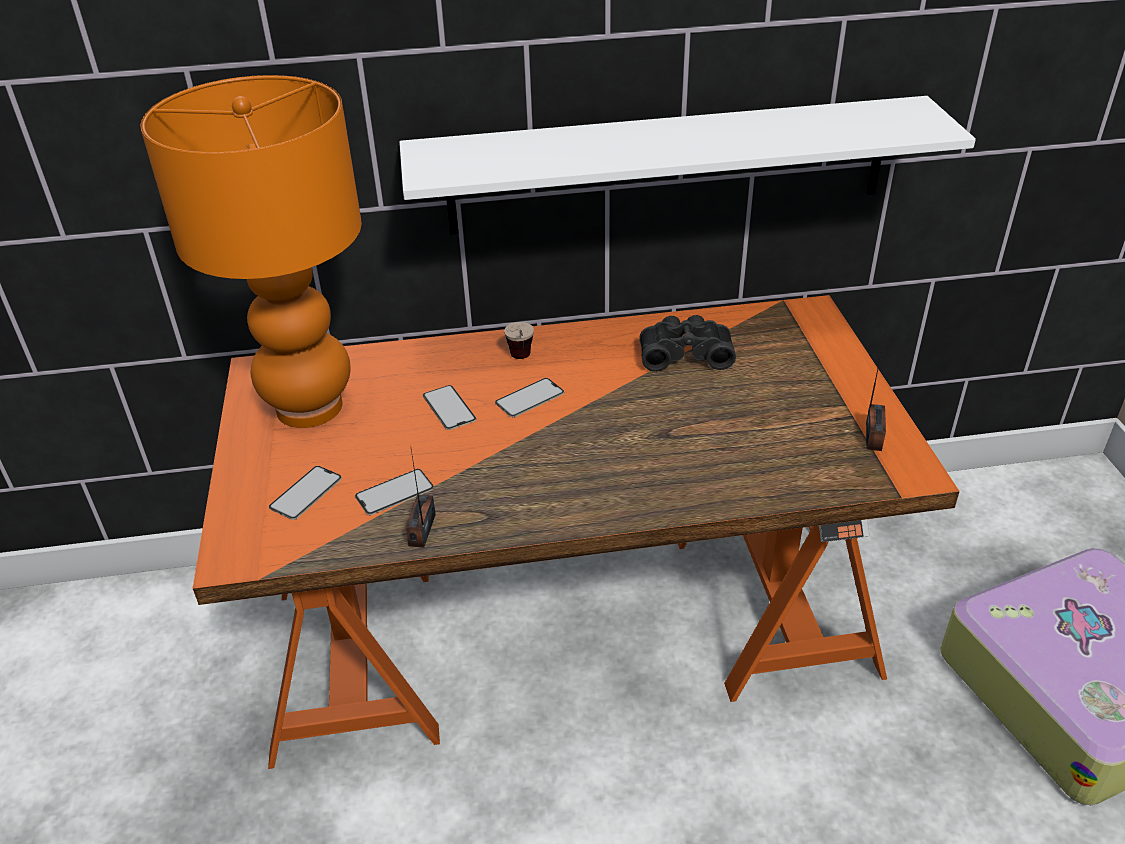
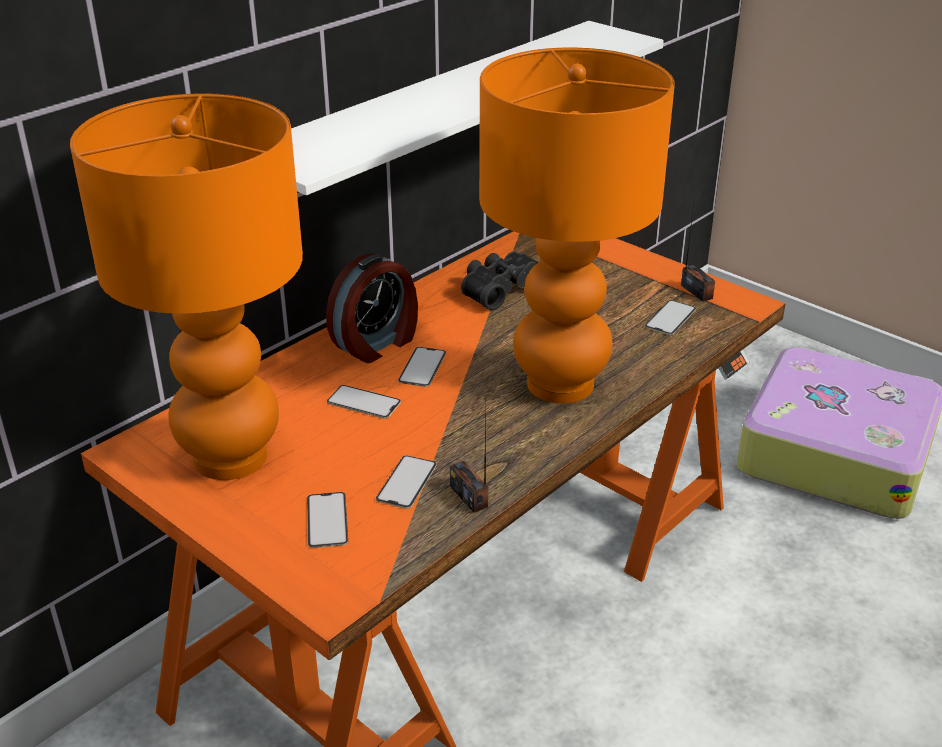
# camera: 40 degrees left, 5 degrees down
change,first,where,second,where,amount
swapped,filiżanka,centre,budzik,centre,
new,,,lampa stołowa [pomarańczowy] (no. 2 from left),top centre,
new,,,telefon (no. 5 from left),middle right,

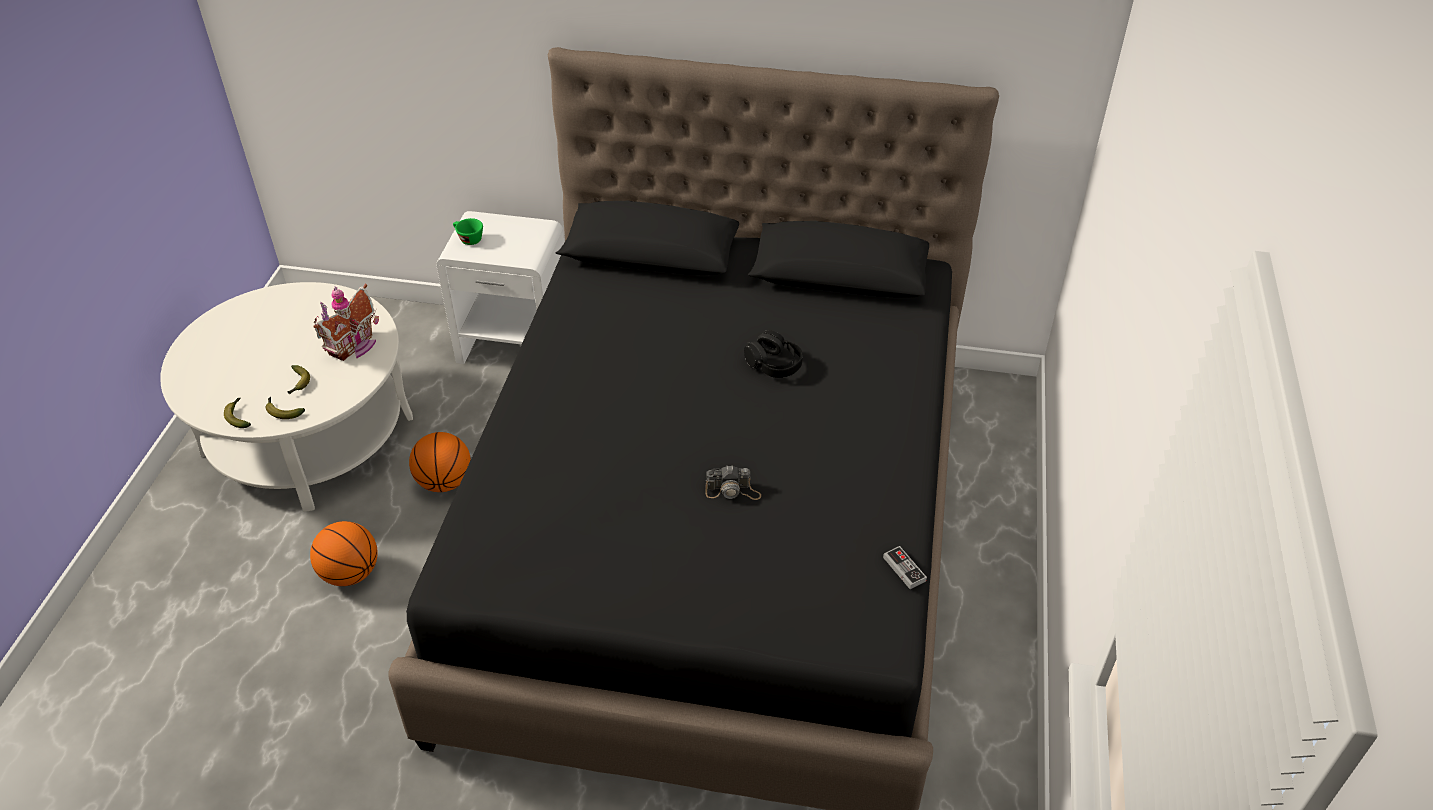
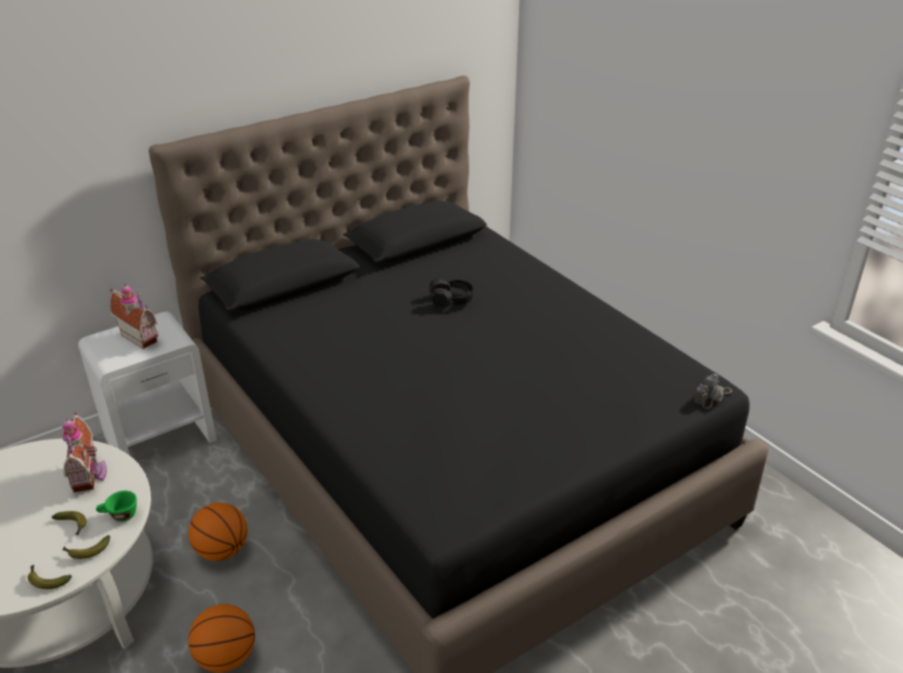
# camera: 45 degrees left, 10 degrees down
change,first,where,second,where,amount
shifted,filiżanka [zielony],top left,,bottom left,
new,,,domek (no. 2 from left),middle left,
shifted,aparat fotograficzny,centre,,middle right,
gone,pad do gier,bottom centre,,,

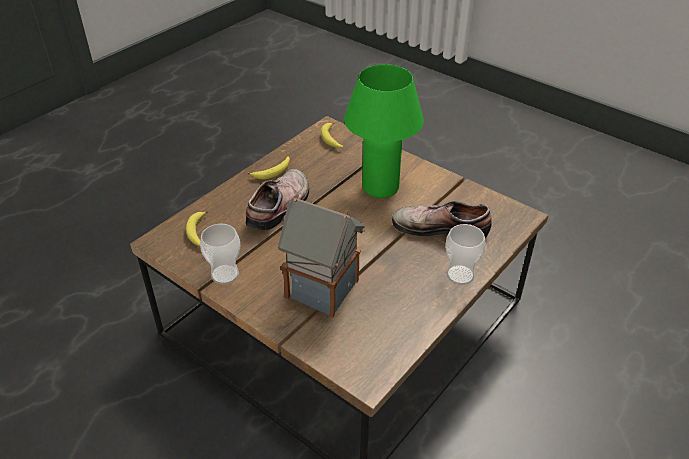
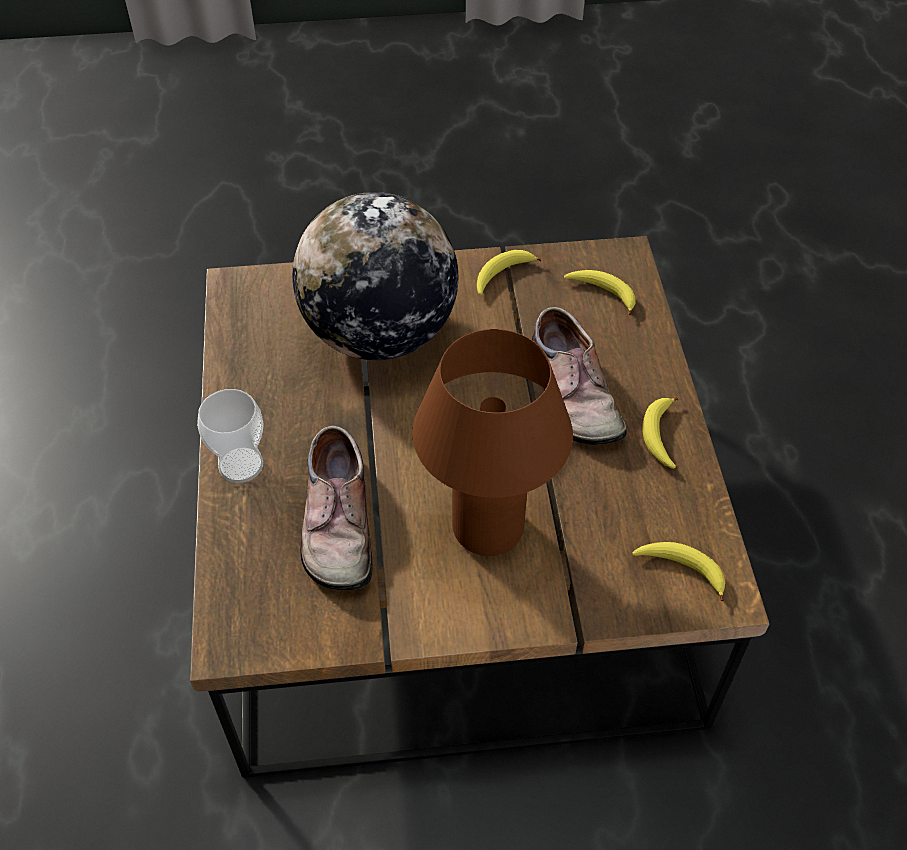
# camera: 135 degrees right, 10 degrees up
change,first,where,second,where,amount
swapped,domek,centre,globus,top centre,
rotated,but (no. 2 from left in the first image),centre,but (no. 1 from left),centre,120 degrees clockwise
repainted,lampa stołowa [zielony],top centre,lampa stołowa [brązowy],centre,
swapped,filiżanka (no. 1 from left),middle left,banan (no. 1 from left),top centre,

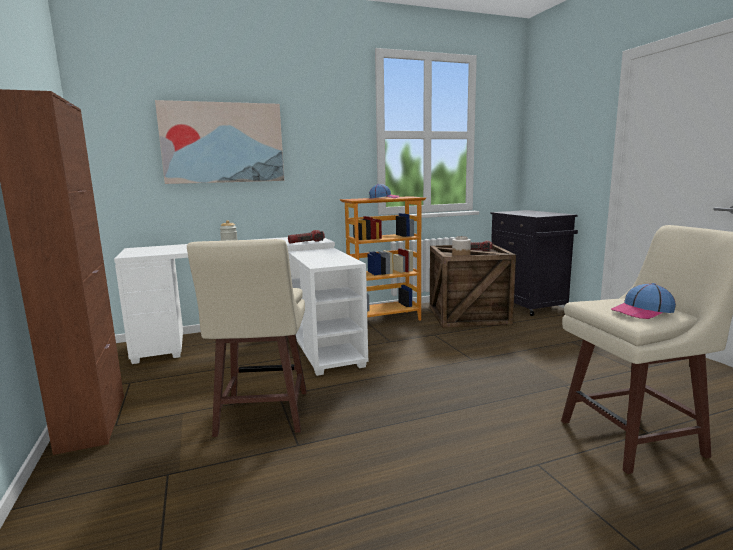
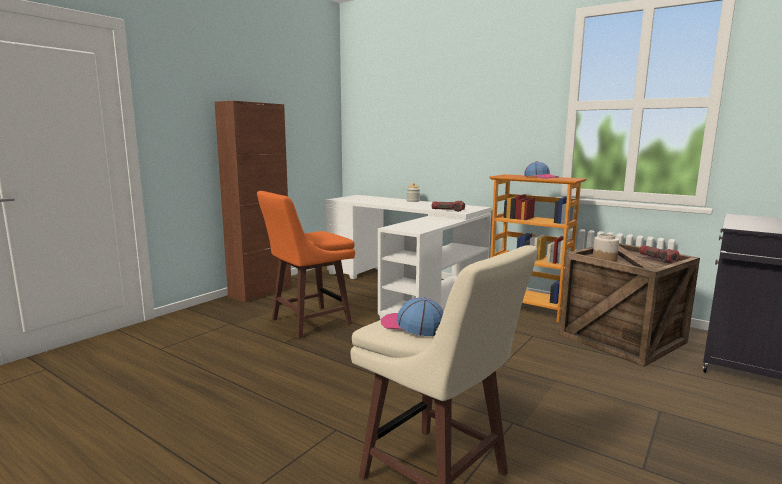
# camera: 55 degrees right, 0 degrees up
change,first,where,second,where,amount
repainted,stołek [beżowy] (no. 1 from left),centre,stołek [pomarańczowy],centre,
gone,obraz,top left,,,

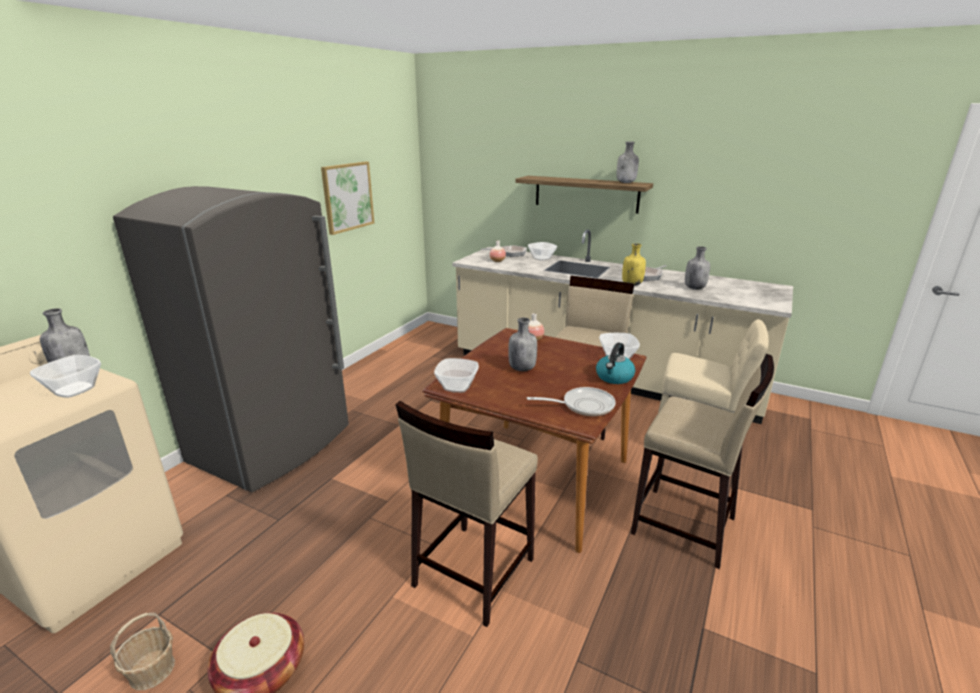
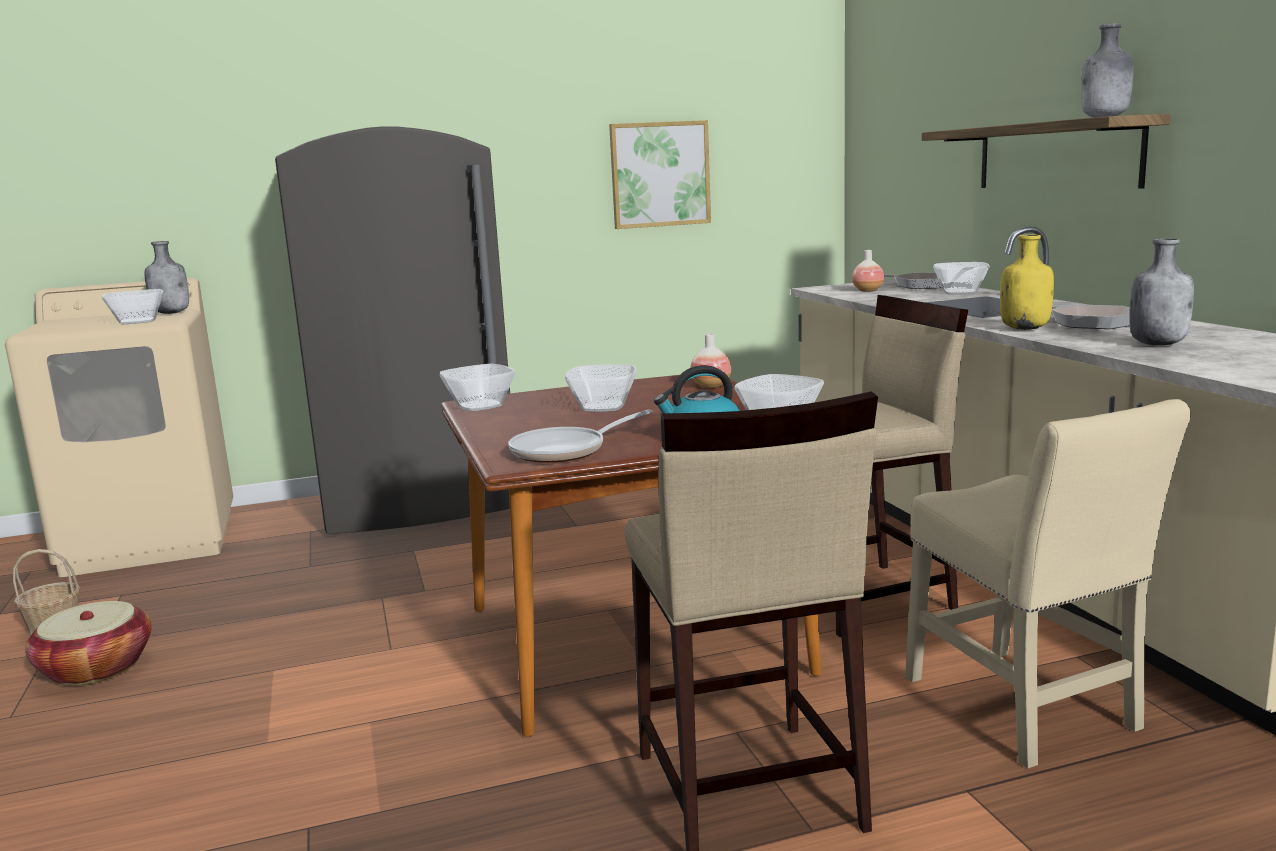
# camera: 45 degrees right, 10 degrees down
change,first,where,second,where,amount
rotated,patelnia (no. 2 from left in the first image),centre,patelnia (no. 1 from left),centre,105 degrees clockwise
swapped,butelka [szary] (no. 2 from left),centre,miska (no. 3 from left),centre,
gone,stołek [beżowy] (no. 1 from left),bottom centre,,,

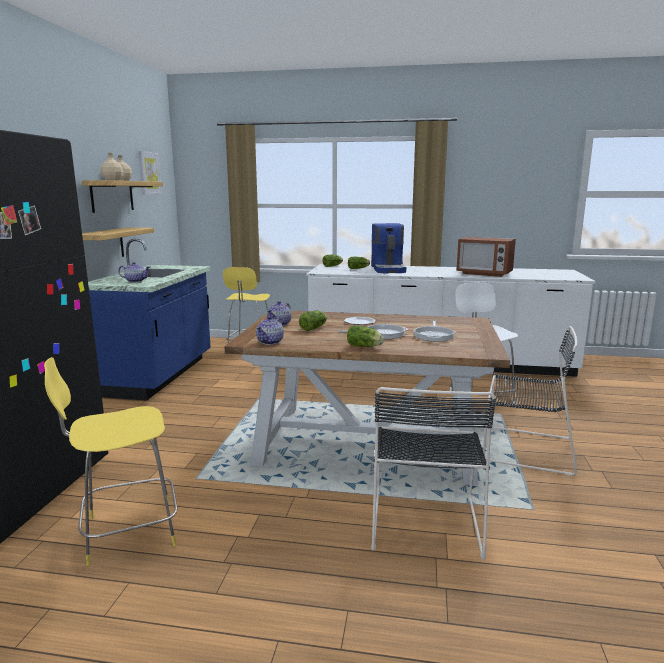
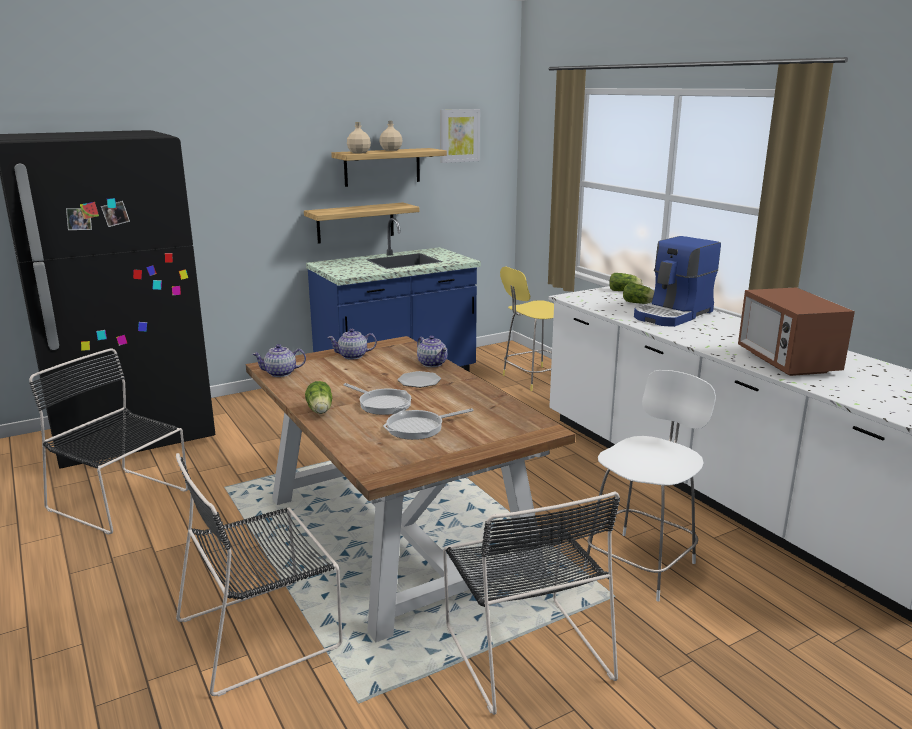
# camera: 50 degrees right, 5 degrees up
change,first,where,second,where,amount
swapped,stołek [żółty] (no. 1 from left),bottom left,krzesło [czarny] (no. 1 from left),middle left,
shifted,imbryk (no. 1 from left in the first image),middle left,imbryk (no. 3 from left),centre,
gone,sałata (no. 1 from left),centre,,,

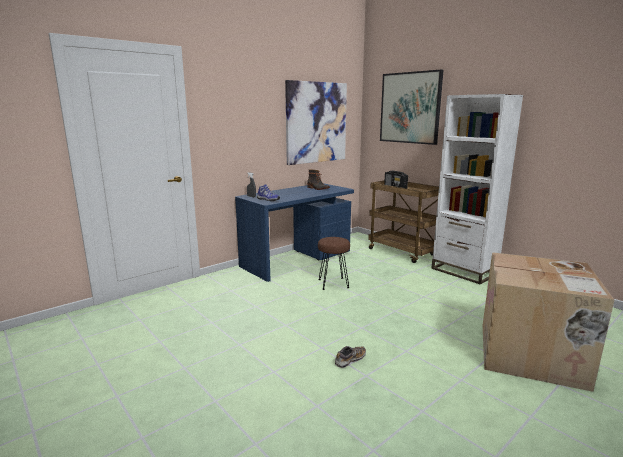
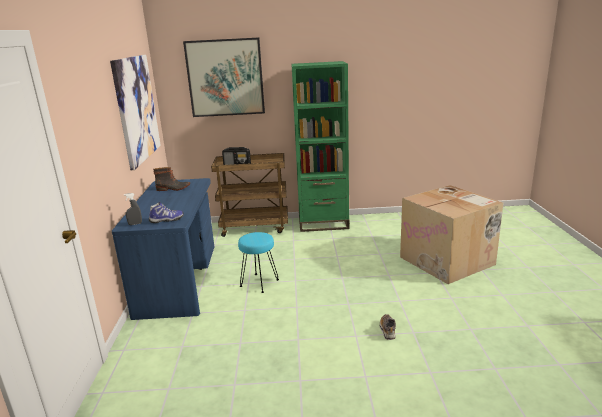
# camera: 50 degrees left, 5 degrees up
change,first,where,second,where,amount
repainted,stołek [brązowy],centre,stołek [turkusowy],centre,
repainted,regał [biały],middle right,regał [zielony],centre,

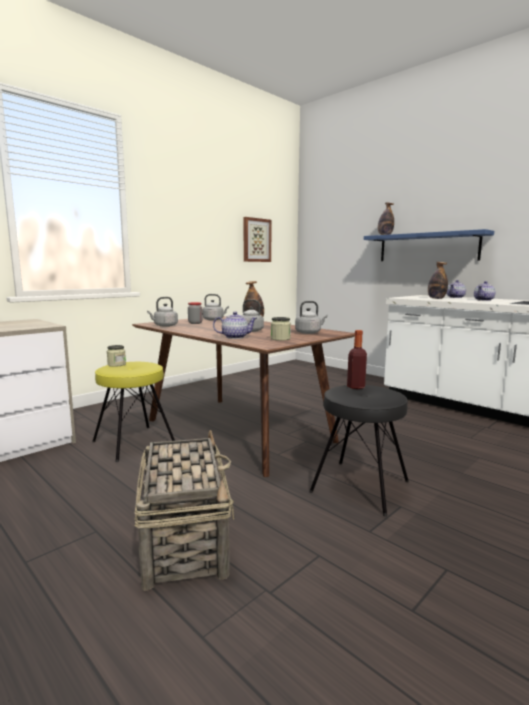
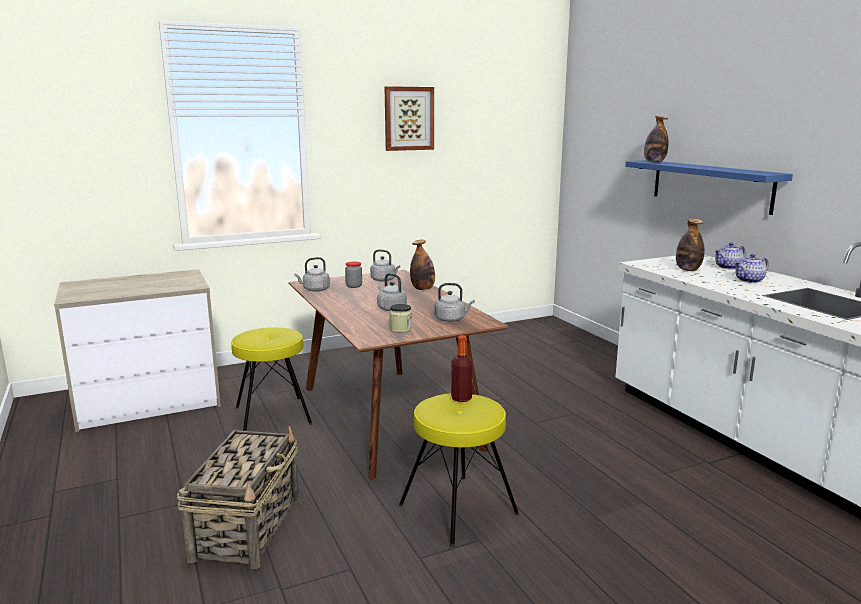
# camera: 20 degrees right, 5 degrees up
change,first,where,second,where,amount
shifted,obraz,centre,,top centre,
repainted,stołek [czarny],middle right,stołek [żółty] (no. 2 from left),bottom centre,
gone,słoik (no. 1 from left),middle left,,,
gone,imbryk (no. 1 from left),centre,,,

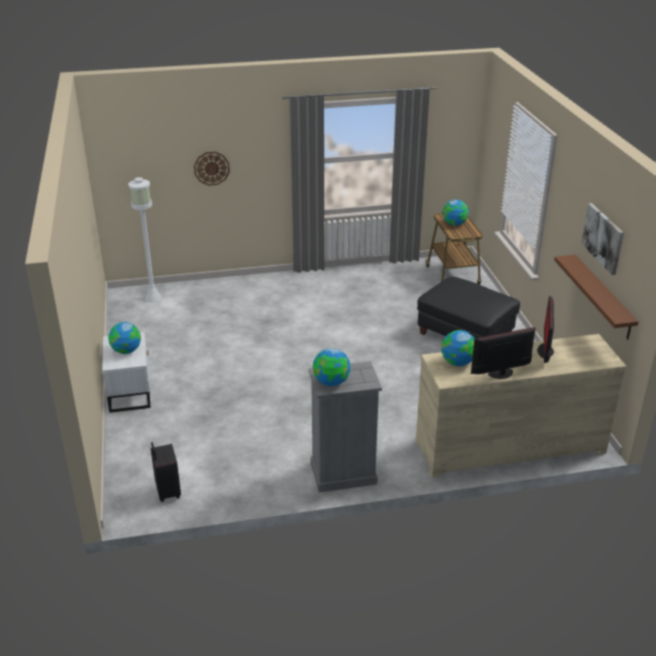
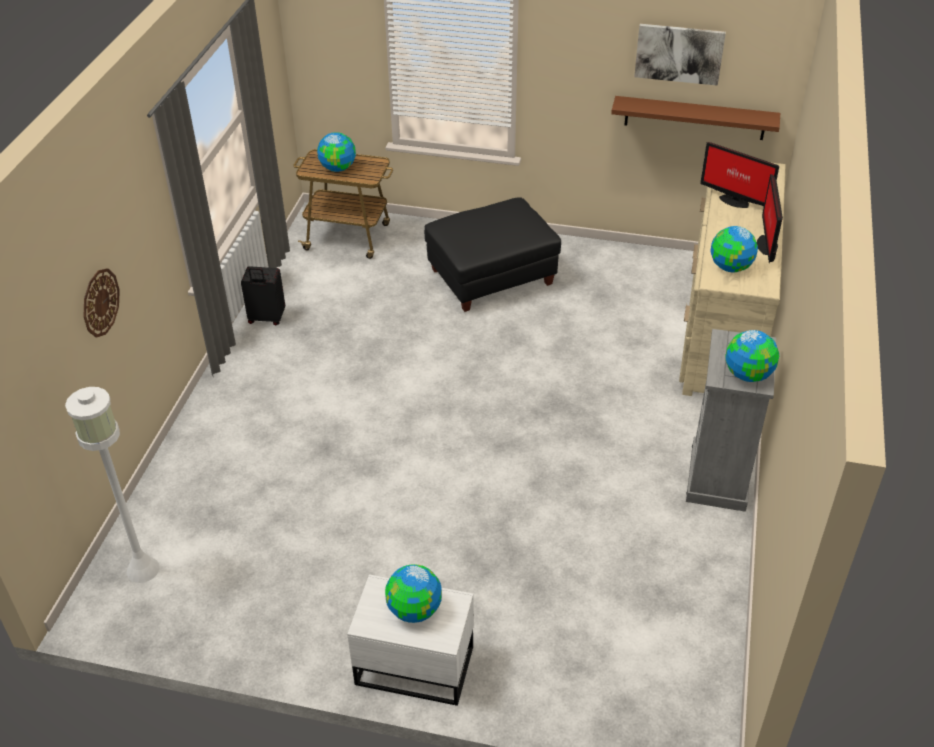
# camera: 65 degrees left, 10 degrees up
change,first,where,second,where,amount
shifted,walizka [czarny],bottom left,,middle left,

